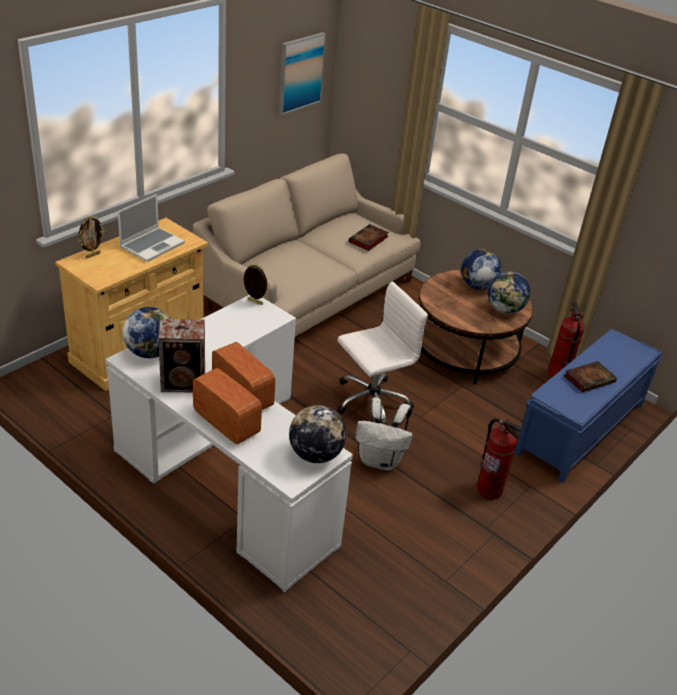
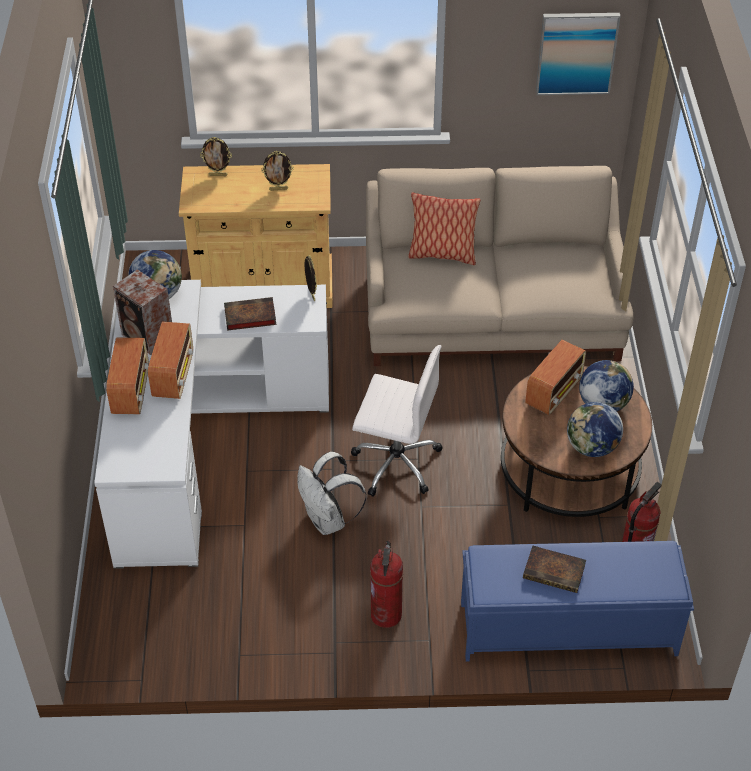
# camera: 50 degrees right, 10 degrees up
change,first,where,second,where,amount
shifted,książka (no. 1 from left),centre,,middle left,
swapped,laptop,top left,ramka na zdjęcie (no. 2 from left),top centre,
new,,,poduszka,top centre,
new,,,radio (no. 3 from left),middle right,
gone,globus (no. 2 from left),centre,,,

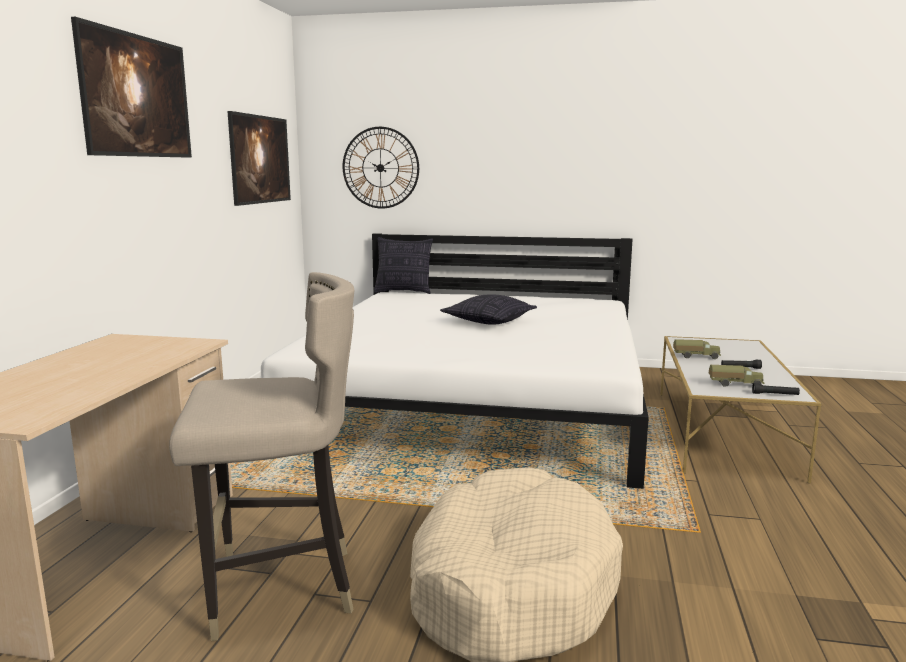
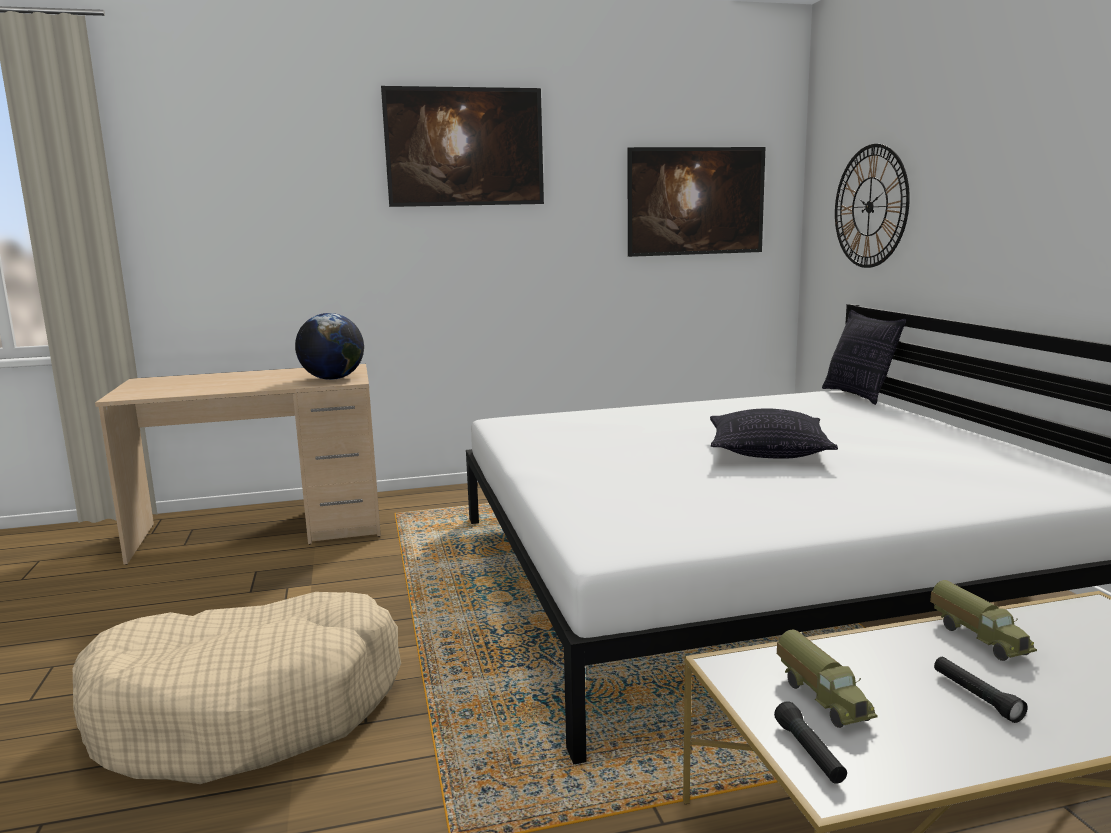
# camera: 65 degrees right, 0 degrees up
change,first,where,second,where,amount
new,,,globus,middle left,
gone,stołek [beżowy],bottom left,,,

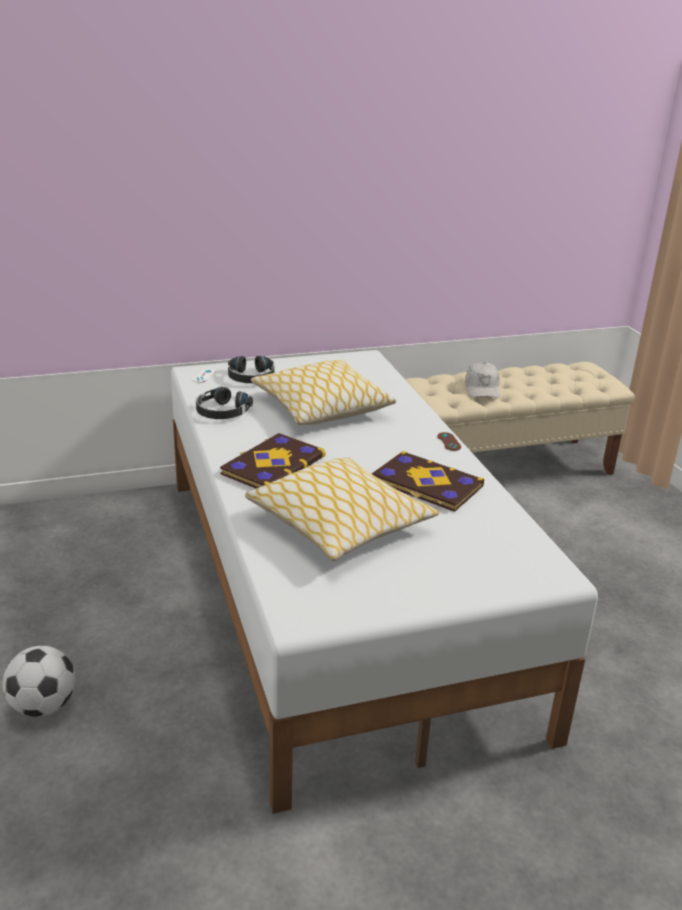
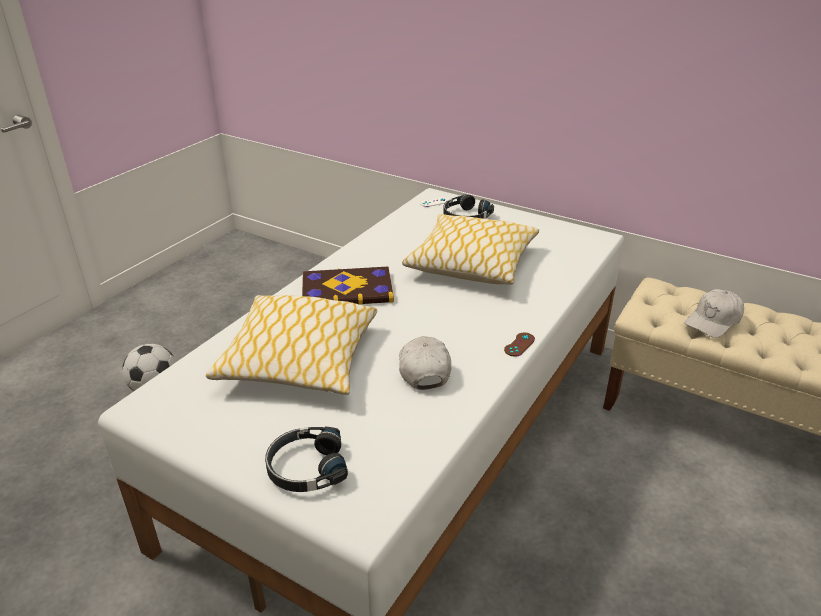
# camera: 50 degrees right, 5 degrees up
change,first,where,second,where,amount
shifted,słuchawki [czarny] (no. 1 from left),middle left,,bottom centre,
swapped,książka (no. 2 from left),centre,czapka z daszkiem [biały] (no. 1 from left),centre,

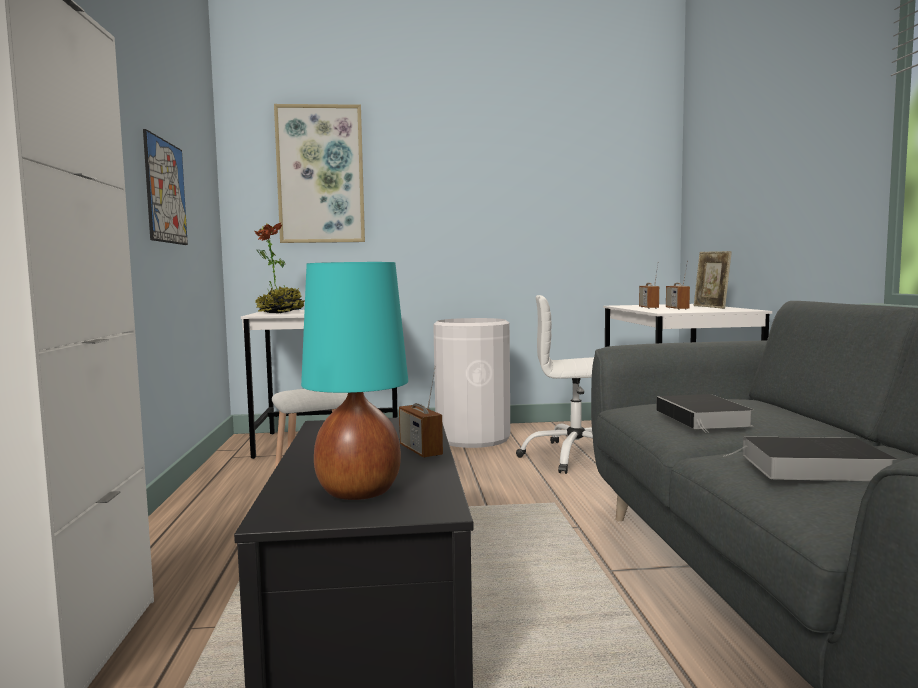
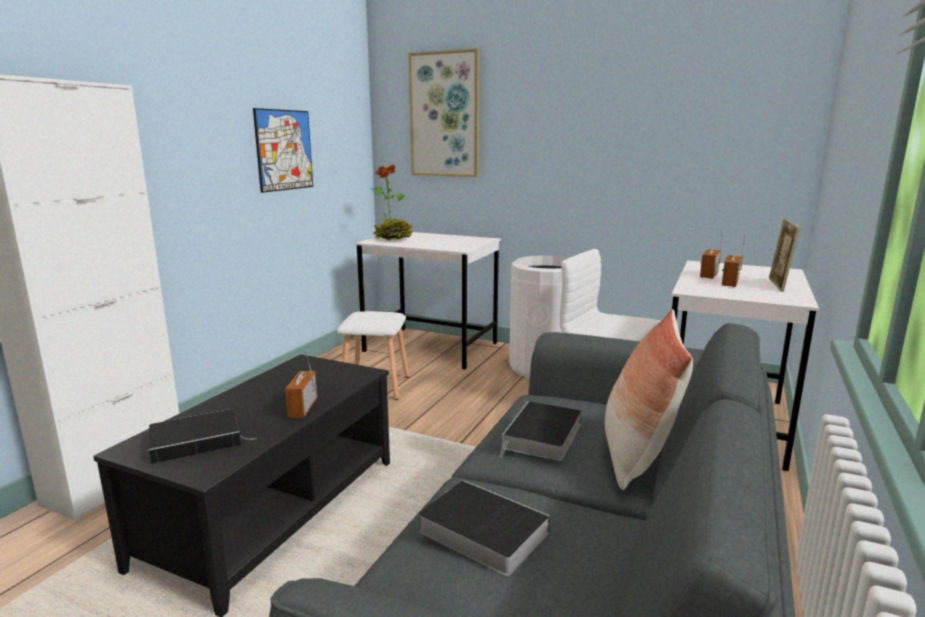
# camera: 30 degrees right, 10 degrees up
change,first,where,second,where,amount
swapped,lampa stołowa [turkusowy],centre,książka (no. 1 from left),bottom left,
new,,,poduszka,middle right,

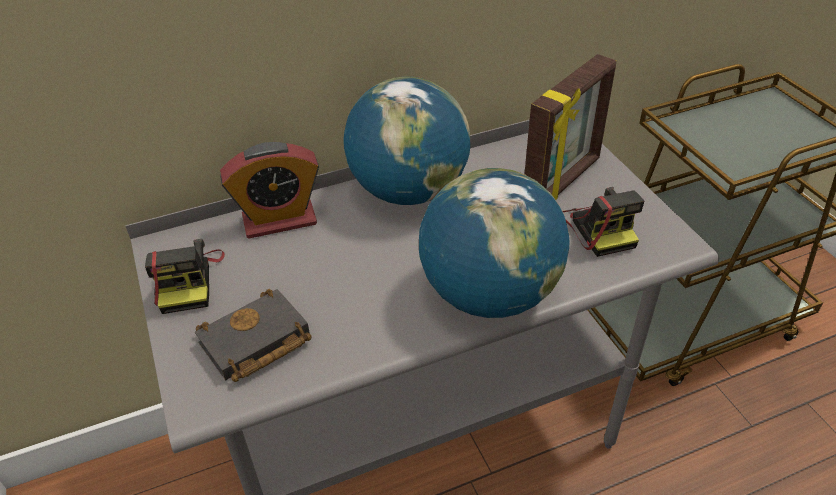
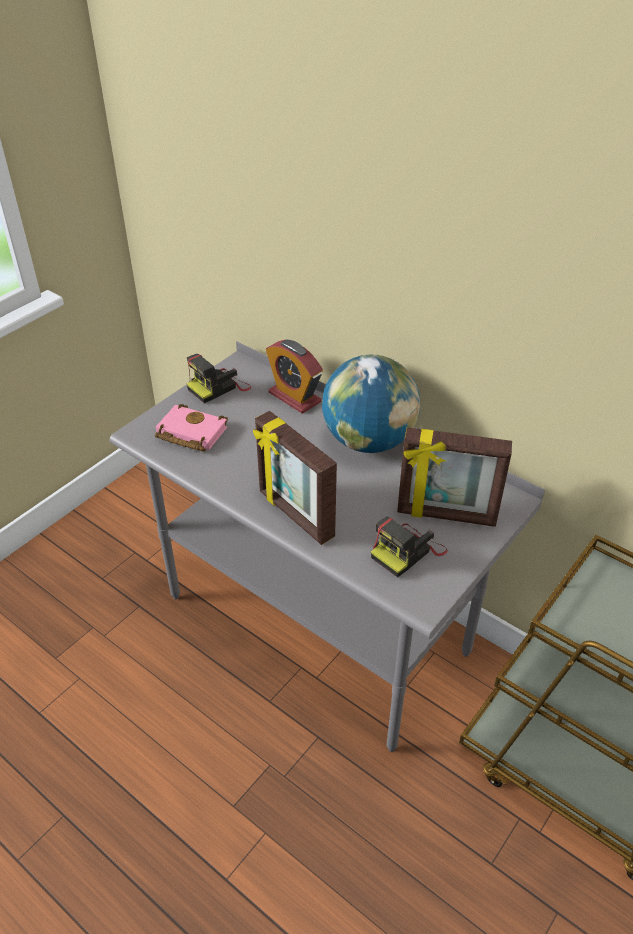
# camera: 60 degrees right, 0 degrees up
change,first,where,second,where,amount
repainted,książka [czarny],bottom left,książka [różowy],middle left,
swapped,globus (no. 2 from left),centre,ramka na zdjęcie (no. 1 from left),centre,

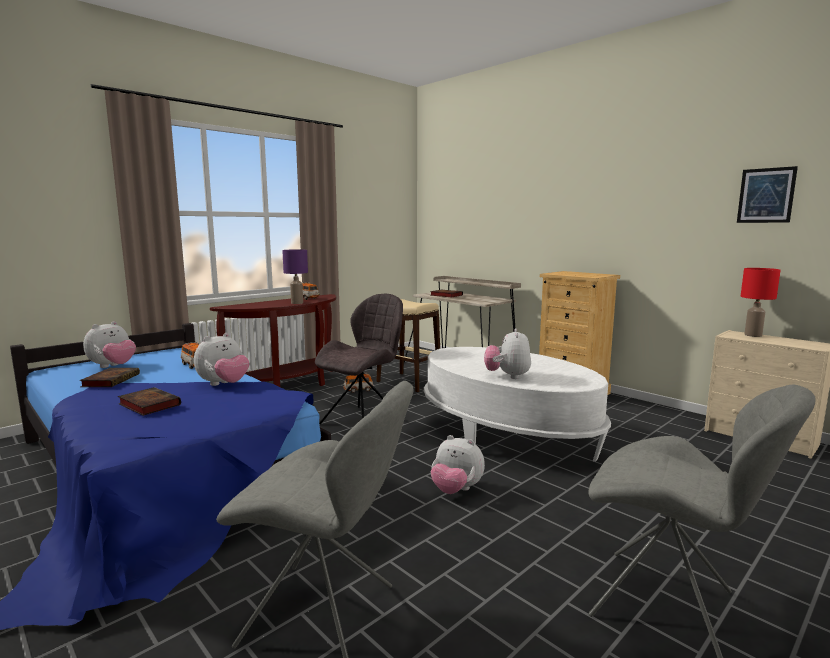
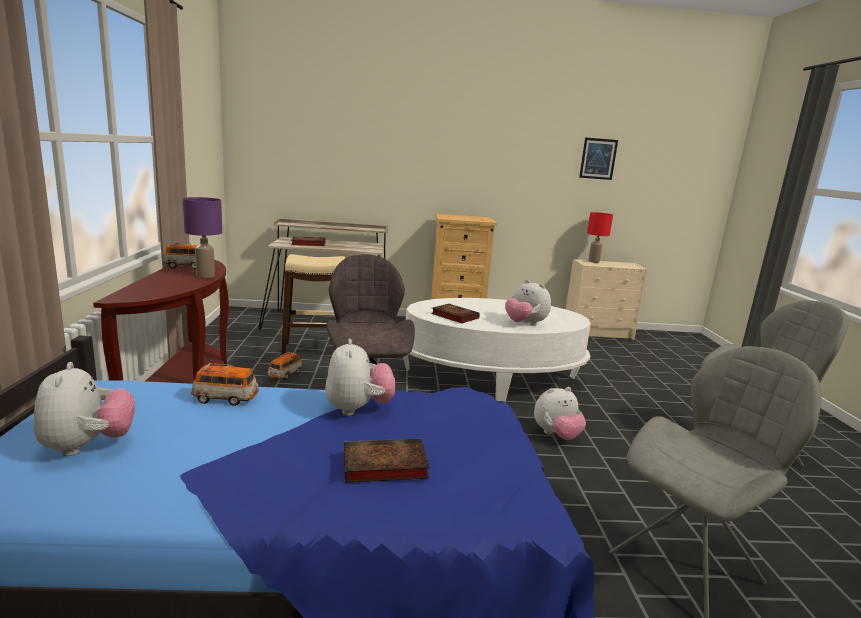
# camera: 50 degrees left, 5 degrees up
change,first,where,second,where,amount
shifted,książka (no. 1 from left in the first image),middle left,książka (no. 3 from left),centre,

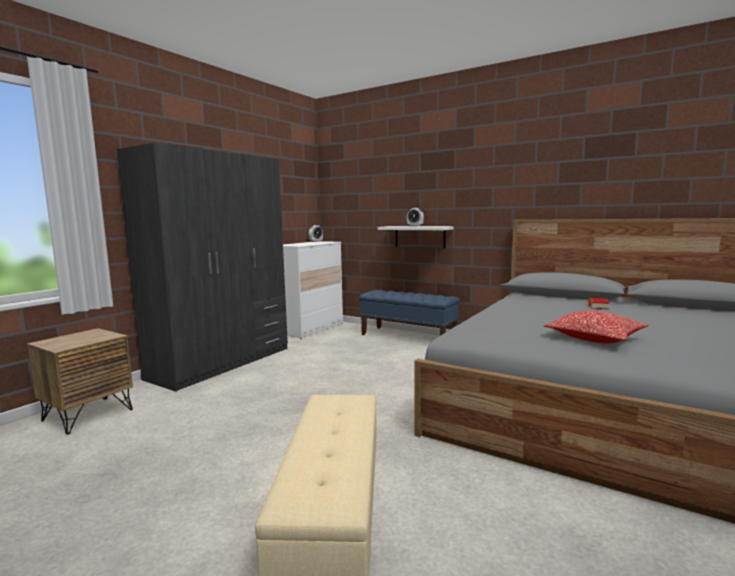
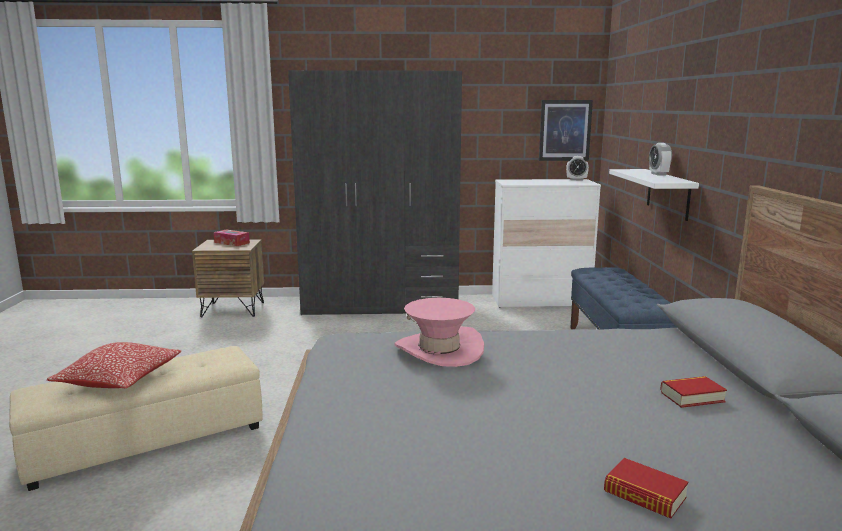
# camera: 55 degrees right, 5 degrees up
change,first,where,second,where,amount
shifted,poduszka,middle right,,bottom left,
new,,,pudełko chusteczek,middle left,
new,,,kapelusz [różowy],centre,
new,,,obraz,top right,
new,,,książka (no. 1 from left),bottom right,

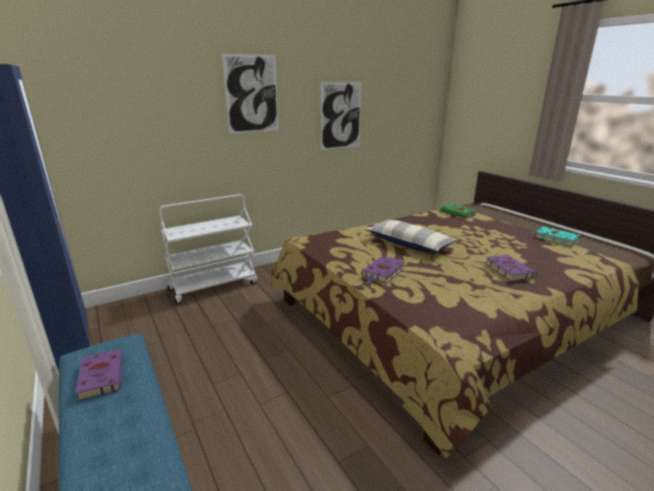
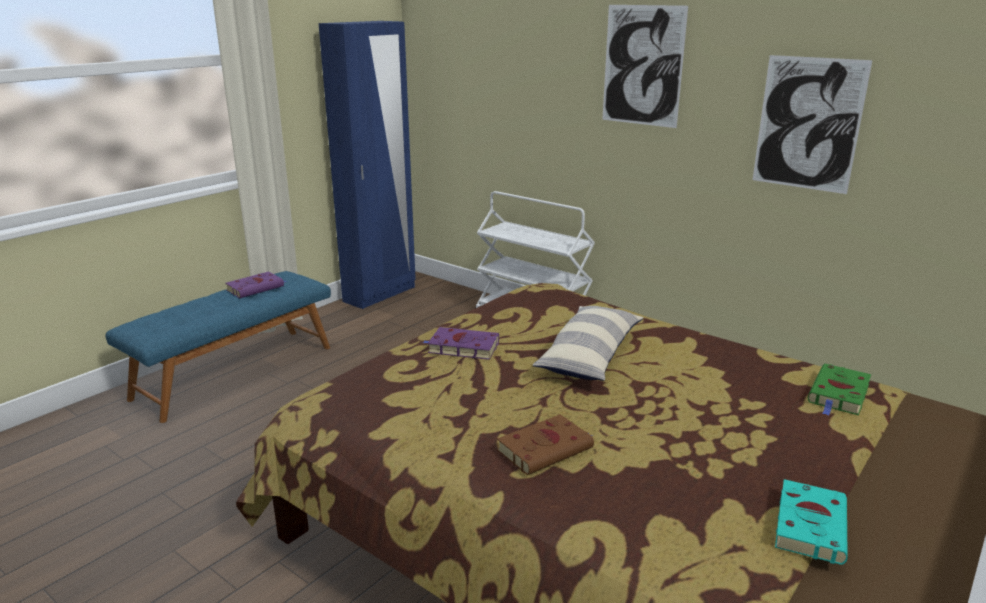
# camera: 70 degrees right, 0 degrees up
change,first,where,second,where,amount
repainted,książka [fioletowy] (no. 3 from left),middle right,książka [brązowy],bottom centre,

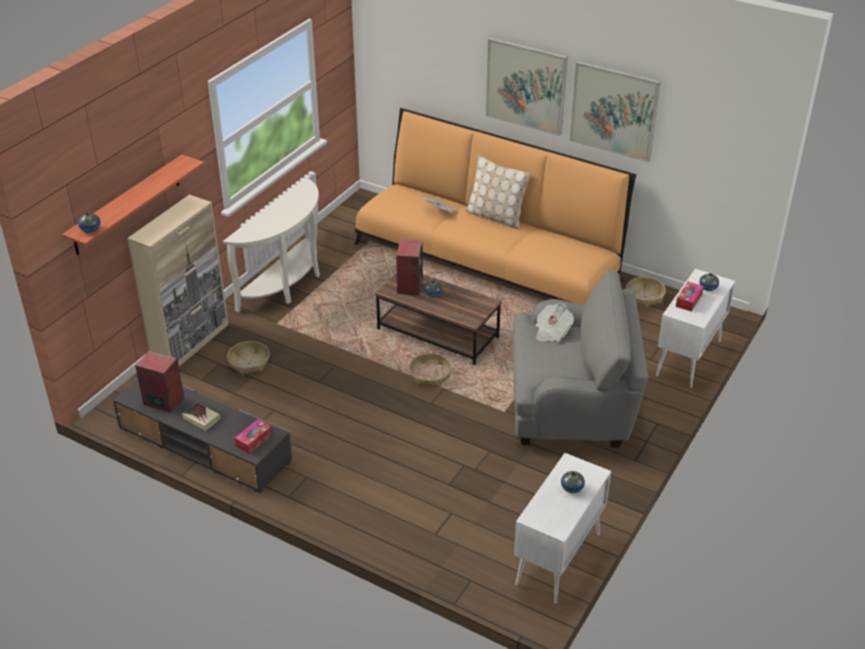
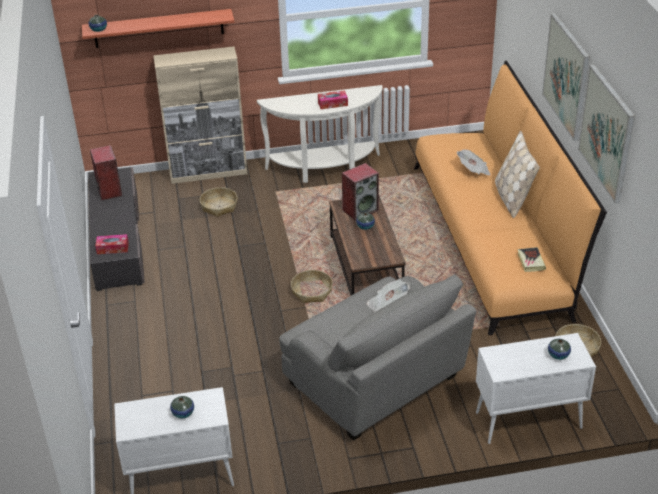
# camera: 50 degrees right, 0 degrees up
change,first,where,second,where,amount
shifted,pudełko chusteczek (no. 2 from left),middle right,,top centre,
shifted,książka,middle left,,middle right,

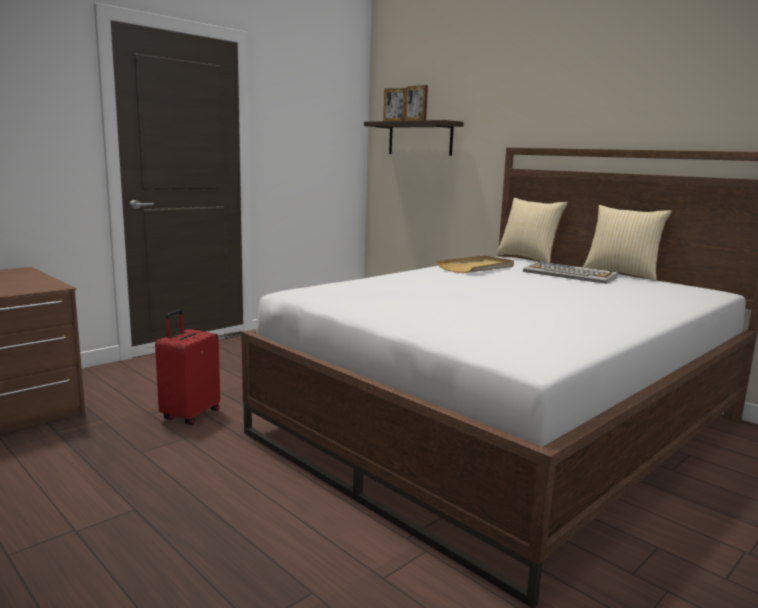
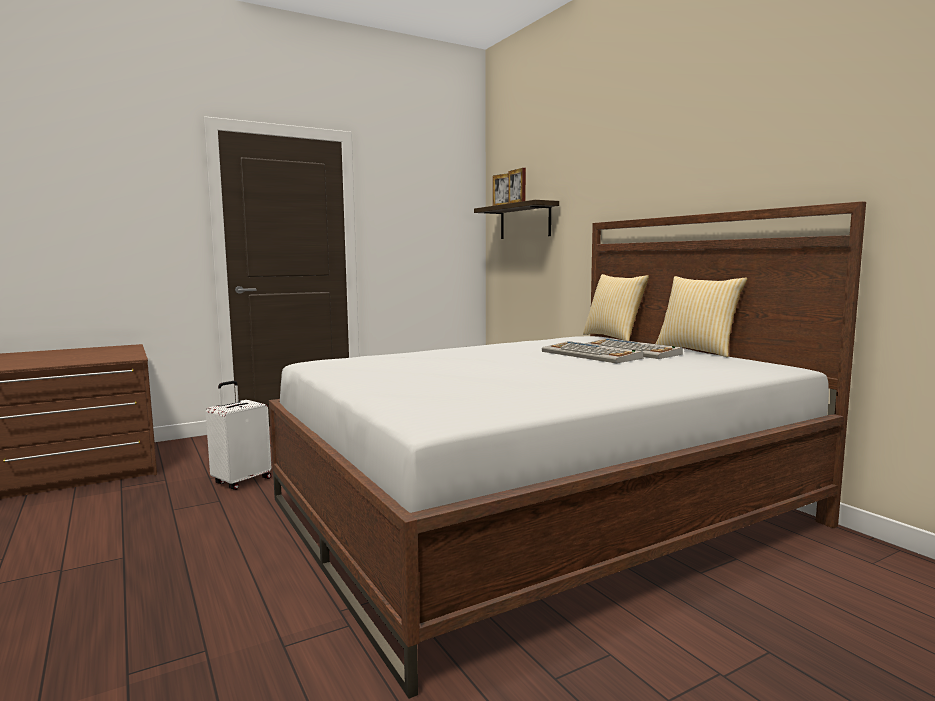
# camera: 15 degrees right, 5 degrees down
change,first,where,second,where,amount
repainted,walizka [czerwony],middle left,walizka [biały],middle left,
new,,,klawiatura (no. 1 from left),centre,
gone,taca [beżowy],centre,,,

